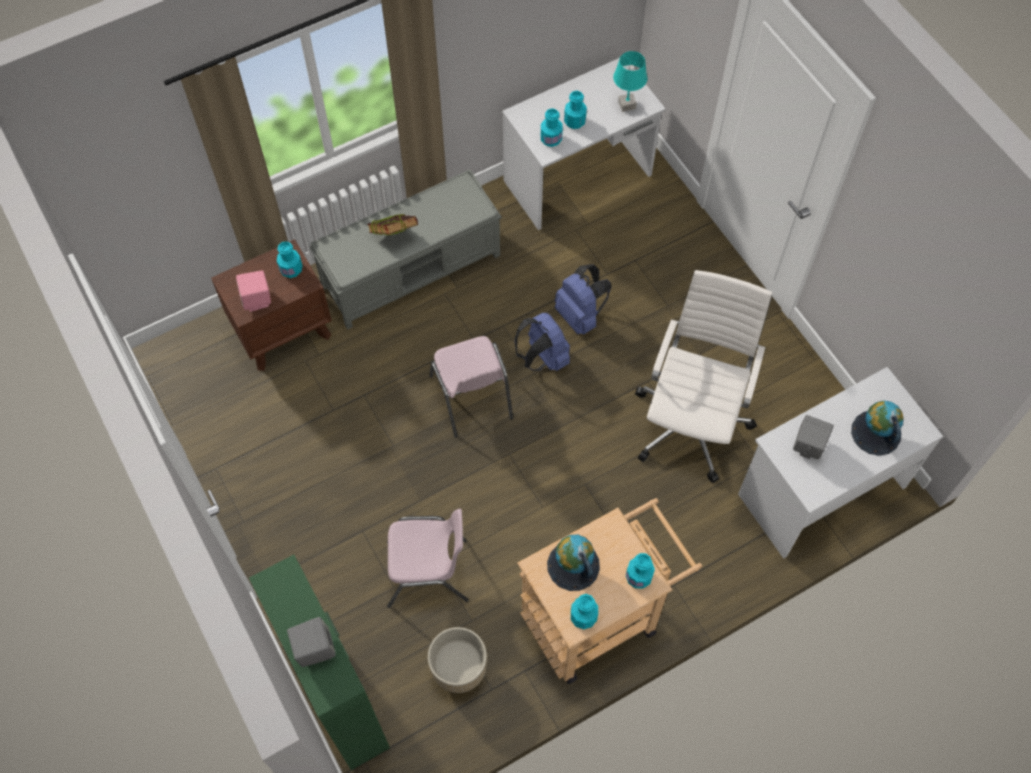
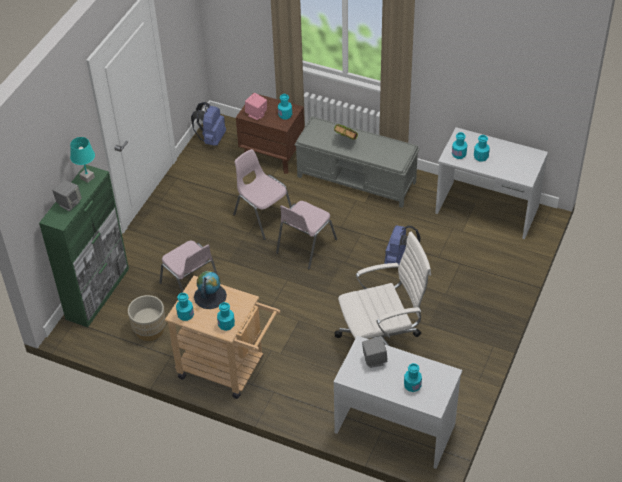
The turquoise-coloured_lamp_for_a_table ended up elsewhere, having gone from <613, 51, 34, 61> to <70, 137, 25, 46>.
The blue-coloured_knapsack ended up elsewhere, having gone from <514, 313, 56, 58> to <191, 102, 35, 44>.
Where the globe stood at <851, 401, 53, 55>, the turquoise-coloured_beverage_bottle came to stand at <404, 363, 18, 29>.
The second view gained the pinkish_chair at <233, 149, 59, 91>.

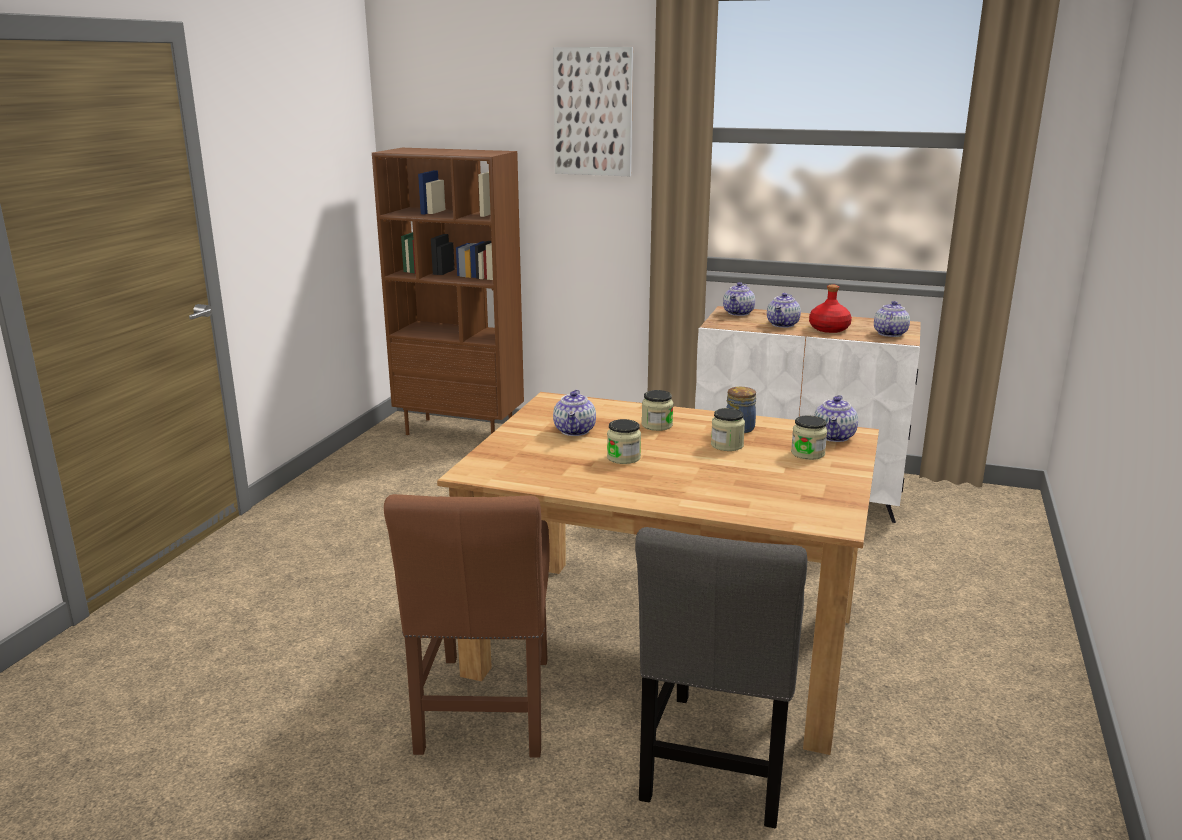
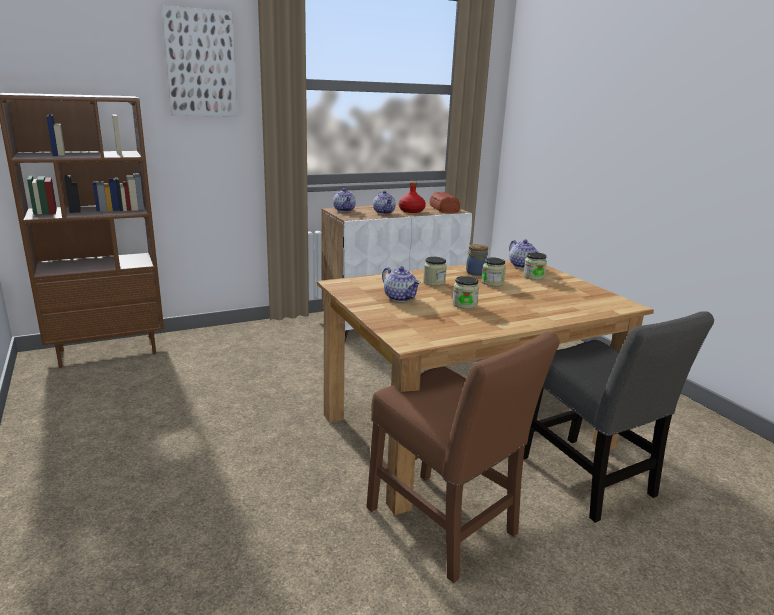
Where the tea_pot stood at <874, 301, 36, 36>, the bread came to stand at <430, 192, 30, 21>.

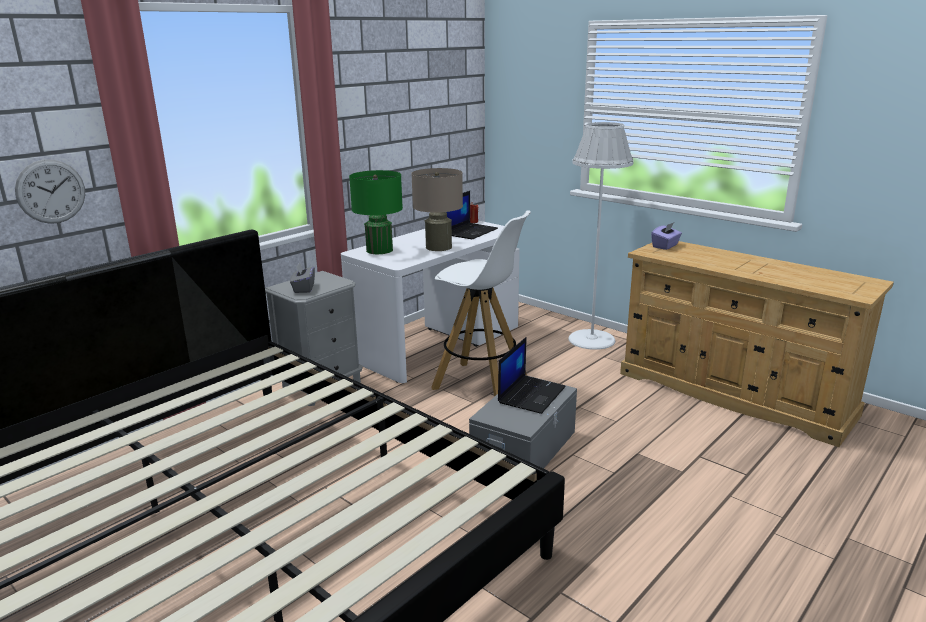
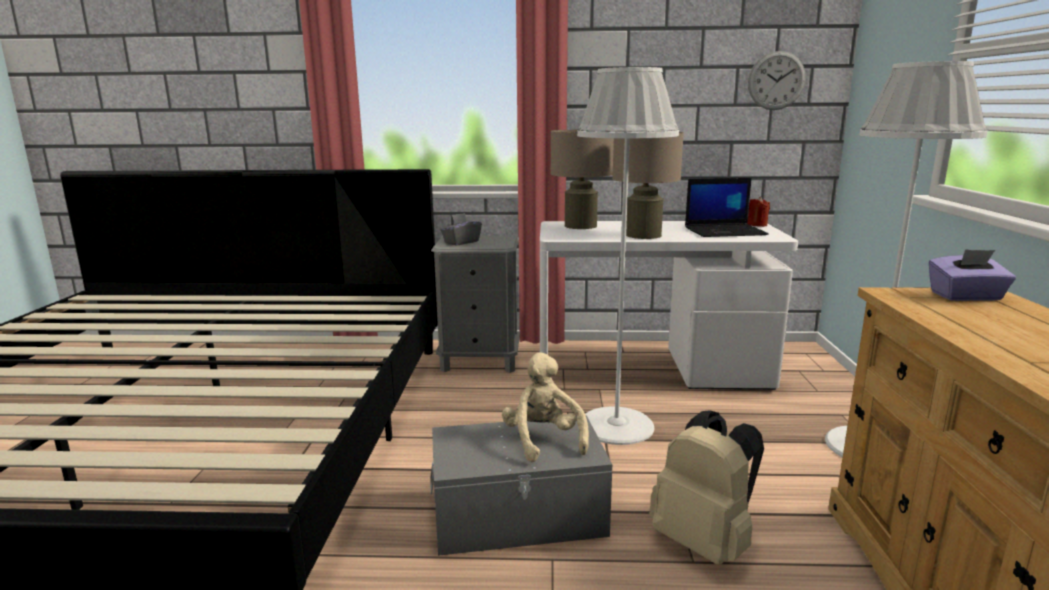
The hanging_clock ended up elsewhere, having gone from <15, 159, 70, 65> to <748, 51, 57, 59>.
What was the green-coloured_lamp_for_a_table at <349, 170, 54, 84> turned into the beige_lamp_for_a_table at <550, 130, 64, 99>.
Where the white_stool stood at <431, 210, 100, 187>, the white_standard_lamp came to stand at <577, 67, 102, 378>.
Where the portable_computer stood at <498, 337, 68, 77>, the beige_cuddly_toy came to stand at <502, 353, 87, 109>.
The second view gained the beige_knapsack at <649, 410, 115, 155>.

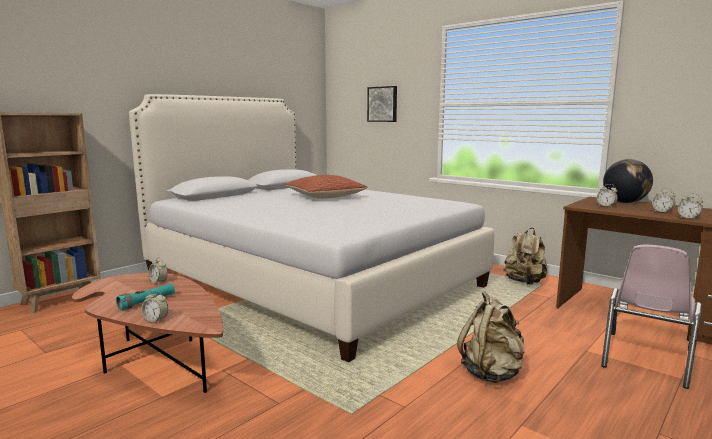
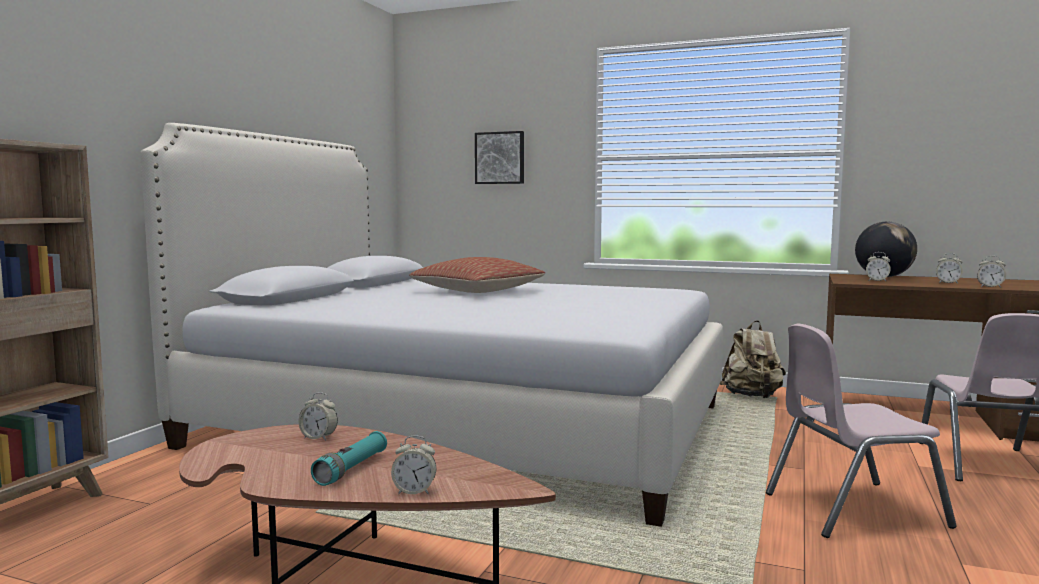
Where the beige_knapsack stood at <457, 291, 68, 92>, the pinkish_chair came to stand at <766, 324, 191, 214>.

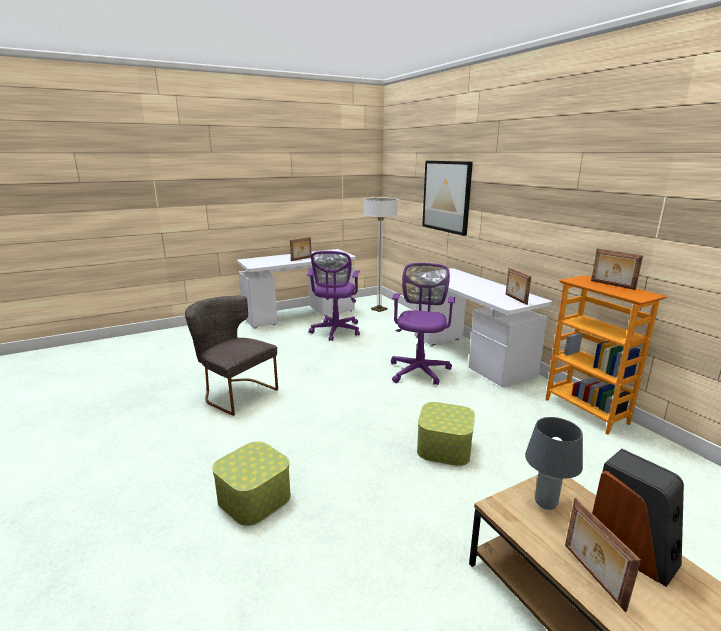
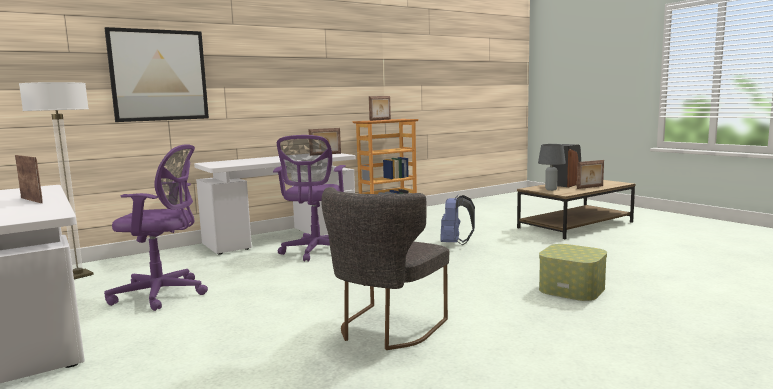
The purplish_office_chair at <391, 263, 64, 122> ended up facing another way, 90 degrees counterclockwise from before.
Where the storage_container stood at <417, 402, 58, 64>, the blue-coloured_knapsack came to stand at <440, 195, 35, 50>.

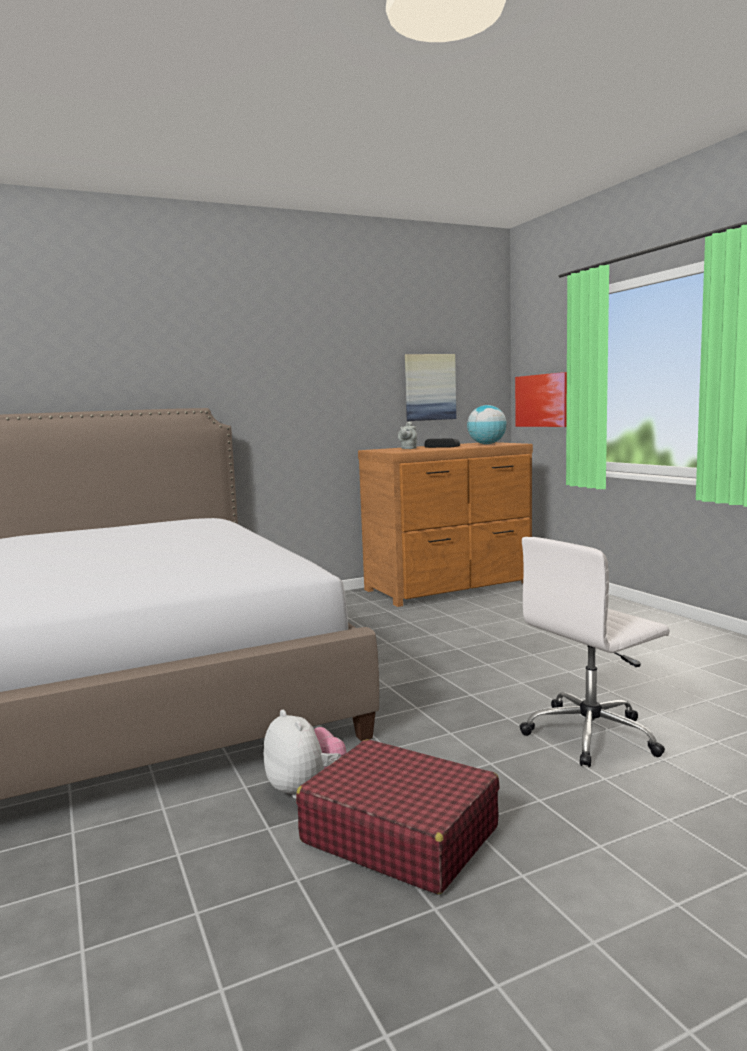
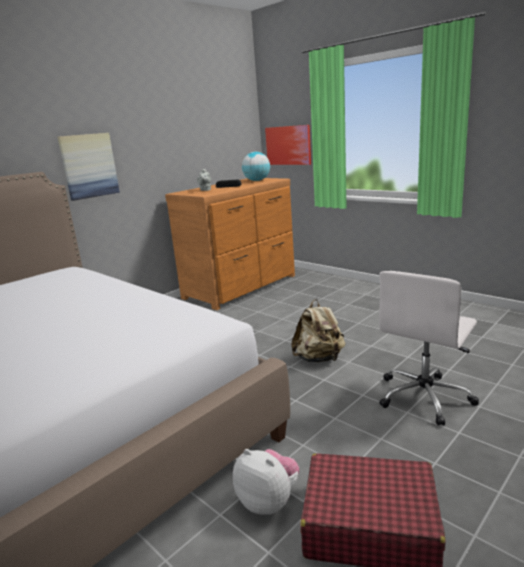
The wall_picture ended up elsewhere, having gone from <405, 354, 51, 67> to <58, 133, 62, 68>.
The second view gained the beige_knapsack at <291, 299, 54, 63>.

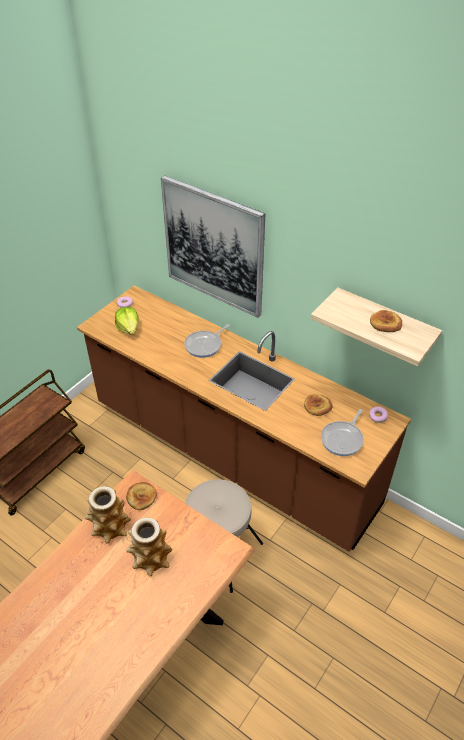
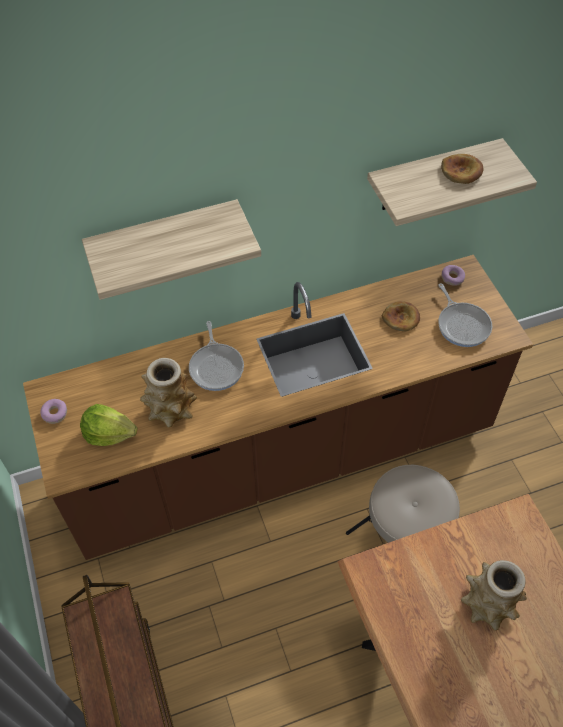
Where the wall_picture hung at <161, 175, 104, 143>, the shelf came to hang at <82, 199, 179, 101>.
The second view lost the bread at <126, 482, 31, 28>.
The flower_vase ended up elsewhere, having gone from <85, 486, 46, 58> to <140, 358, 57, 70>.

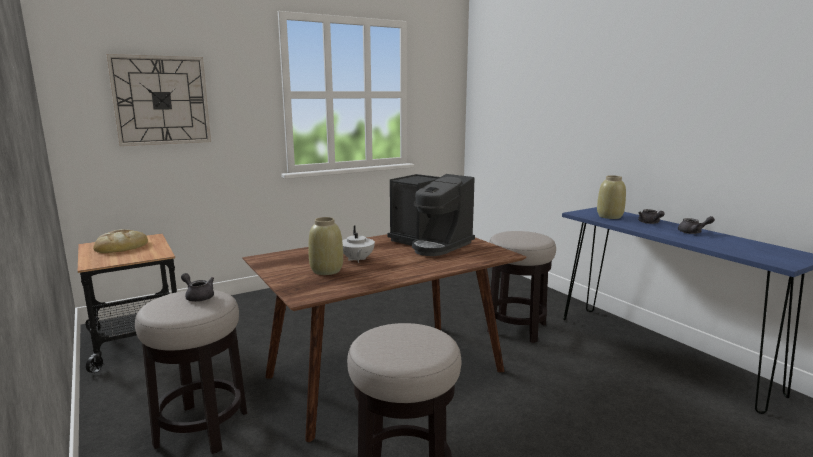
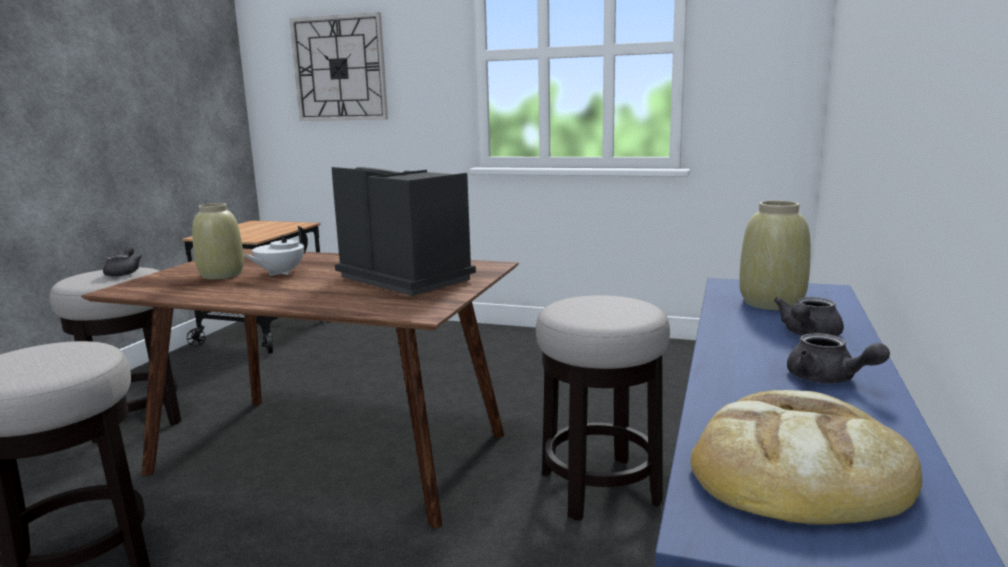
The coffee_brewer at <387, 174, 88, 82> ended up facing another way, 135 degrees clockwise from before.
The bread ended up elsewhere, having gone from <93, 229, 55, 24> to <690, 390, 232, 135>.

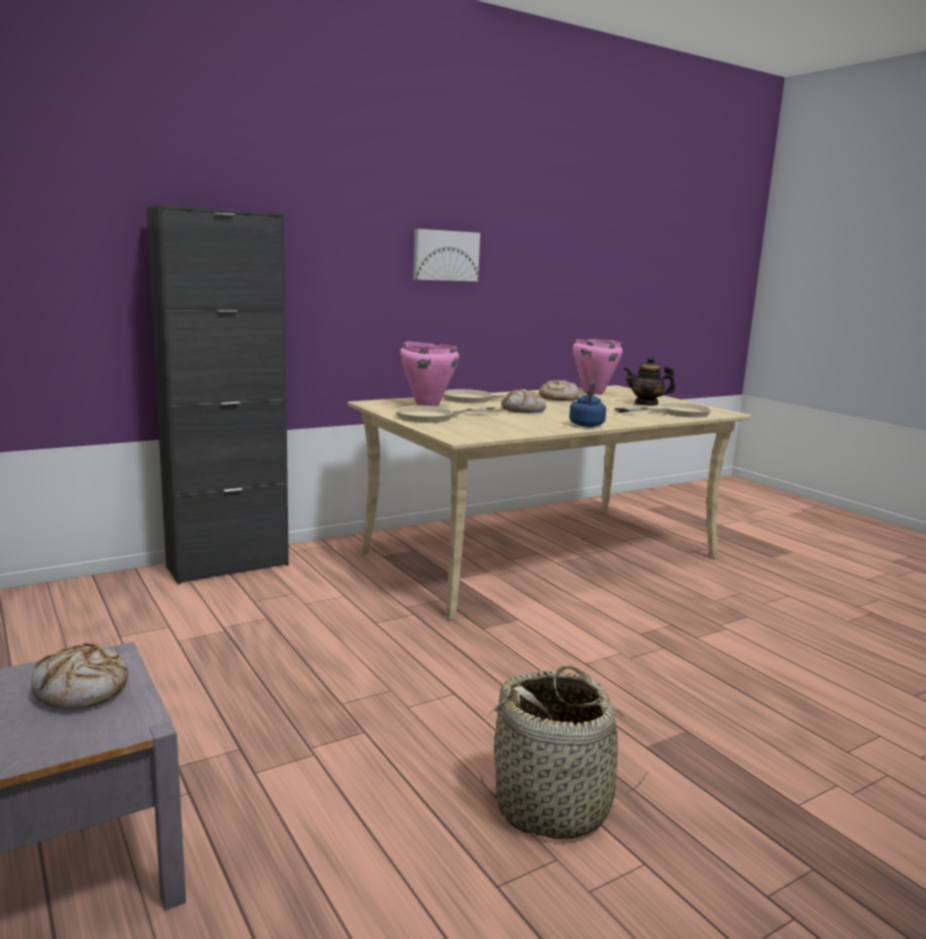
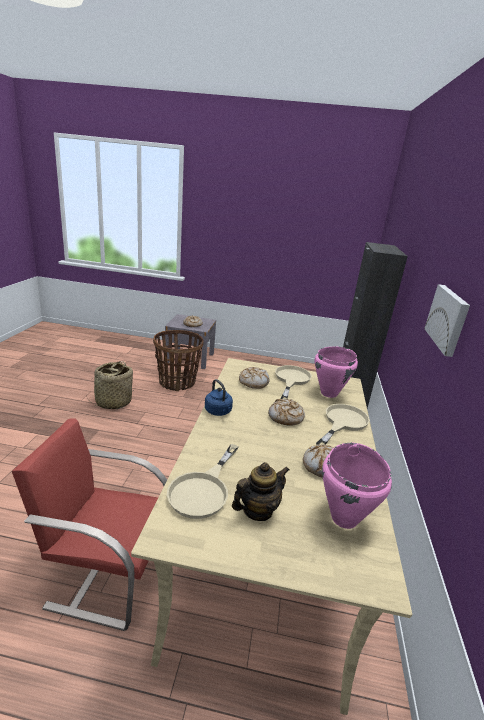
The second view gained the basket at <153, 330, 51, 61>.
The second view gained the bread at <239, 367, 30, 22>.
The second view gained the reddish_chair at <12, 418, 155, 213>.

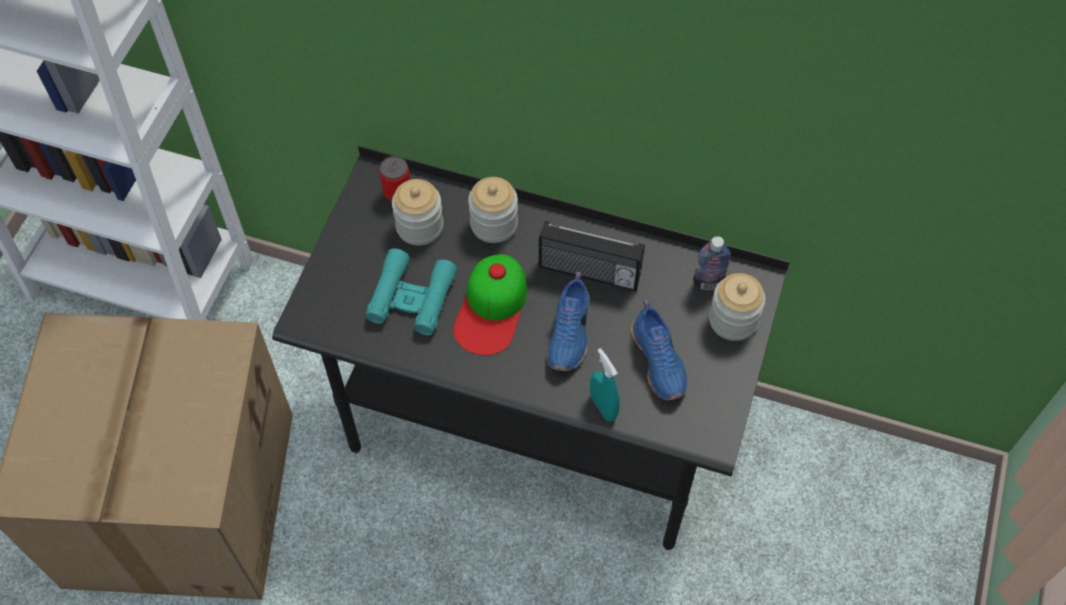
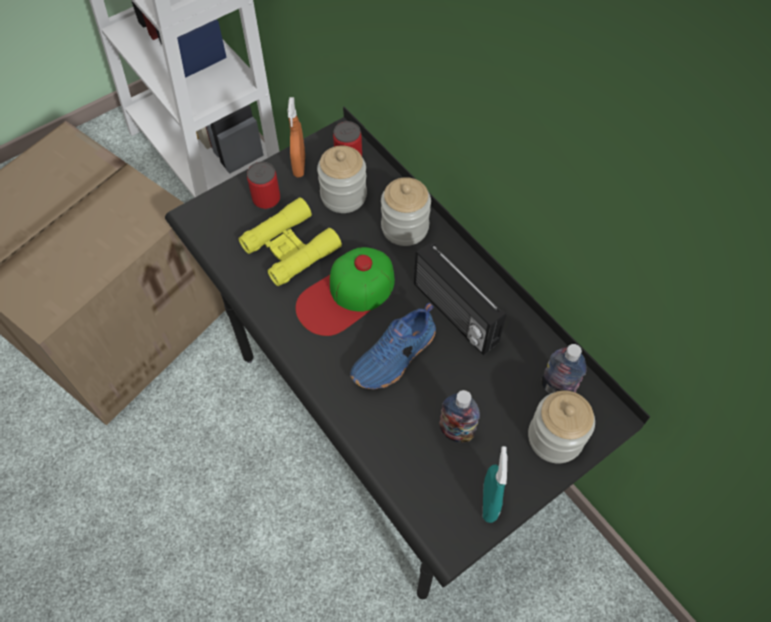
What was the turquoise-coloured_field_glasses at <365, 248, 92, 87> turned into the yellowish_field_glasses at <238, 197, 104, 89>.
Where the blue-coloured_low_shoe stood at <631, 300, 56, 100>, the beverage_bottle came to stand at <439, 390, 41, 52>.
The turquoise-coloured_sprayer ended up elsewhere, having gone from <590, 348, 30, 74> to <483, 446, 24, 77>.
The second view gained the orange-coloured_sprayer at <287, 97, 18, 80>.
The second view gained the metal_can at <247, 162, 33, 48>.

